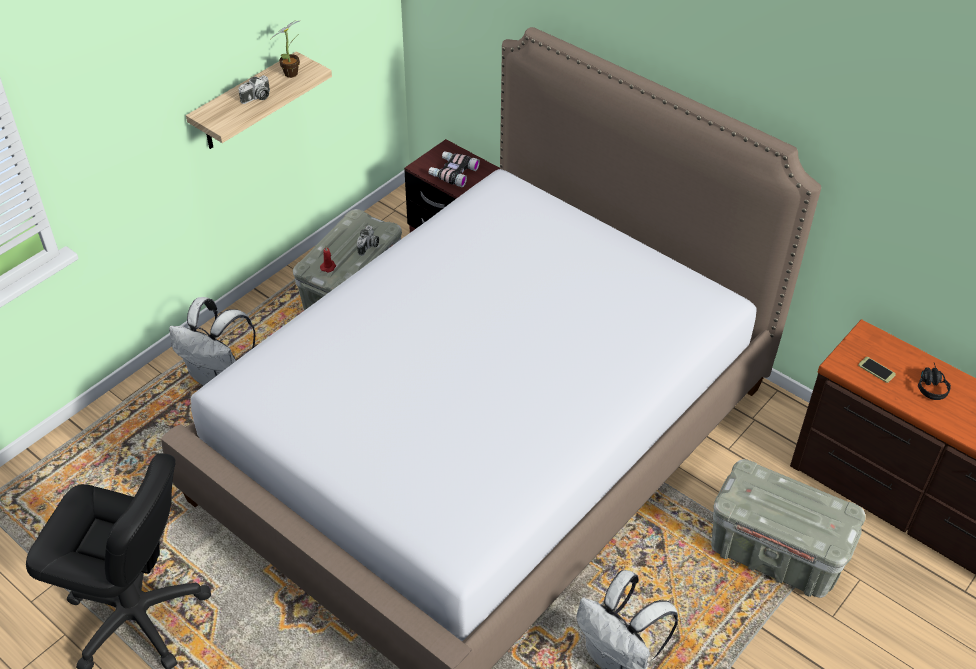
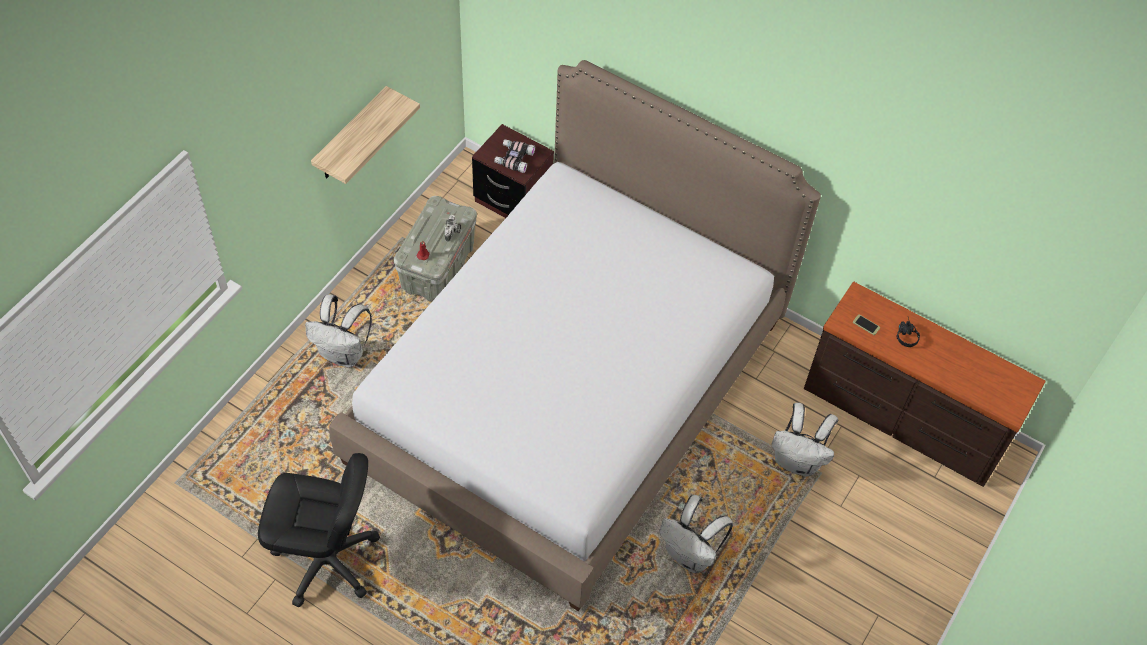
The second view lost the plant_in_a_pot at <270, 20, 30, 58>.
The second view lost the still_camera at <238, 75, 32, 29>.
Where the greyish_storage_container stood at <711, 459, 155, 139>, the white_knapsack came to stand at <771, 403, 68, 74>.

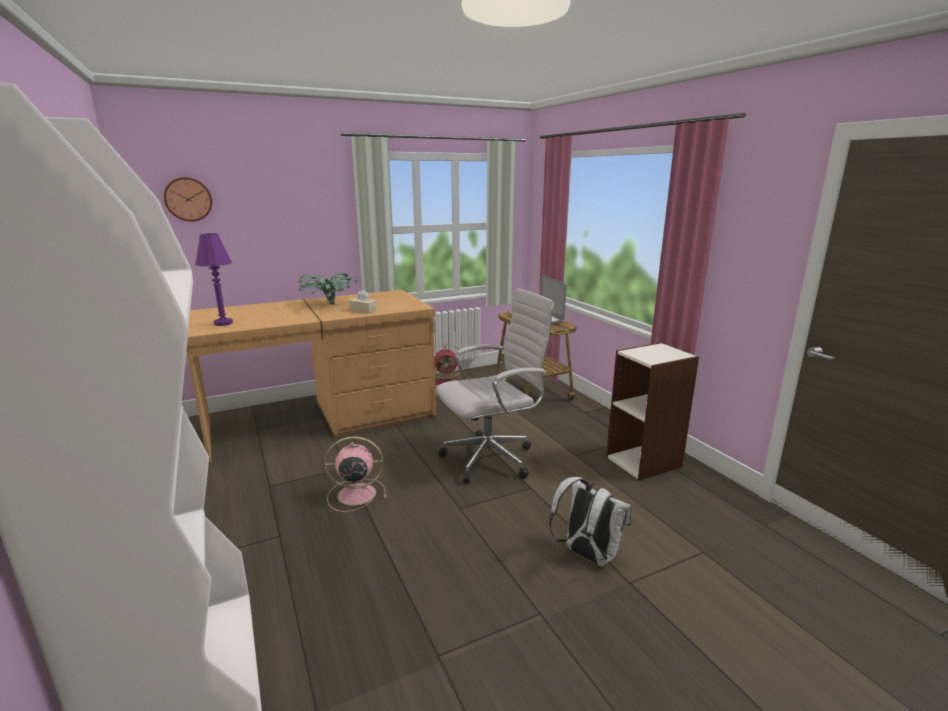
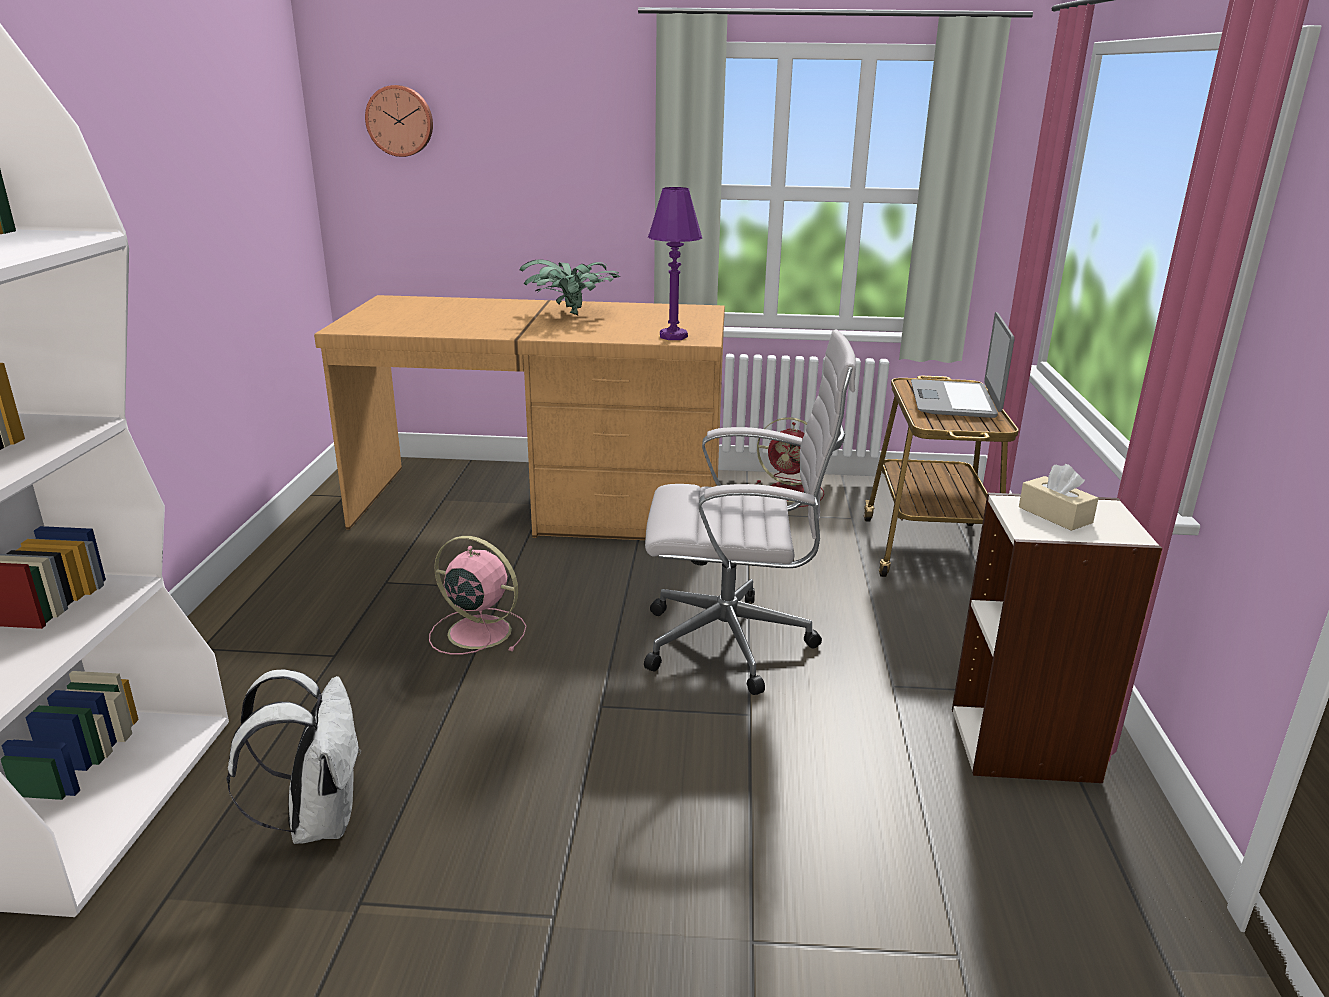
The purplish_lamp_for_a_table ended up elsewhere, having gone from <195, 233, 38, 93> to <648, 187, 54, 153>.
The beige_tissue_box ended up elsewhere, having gone from <349, 290, 28, 23> to <1019, 464, 80, 67>.
The white_knapsack ended up elsewhere, having gone from <549, 477, 83, 89> to <226, 669, 135, 175>.

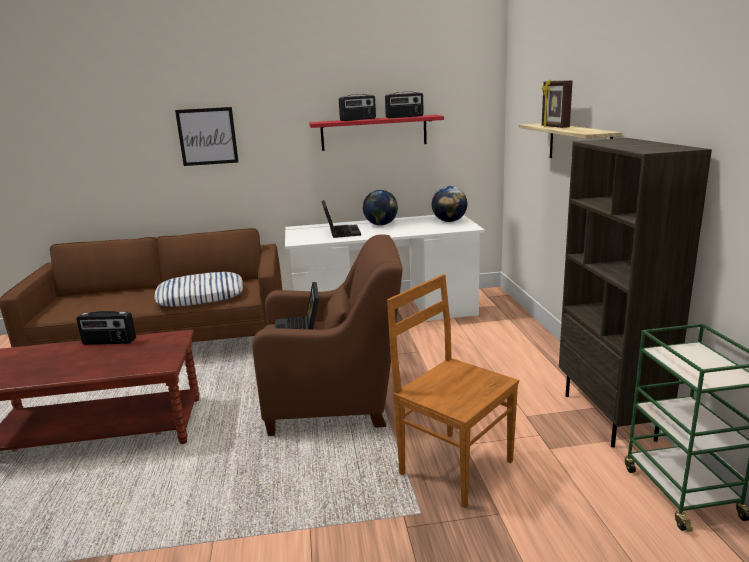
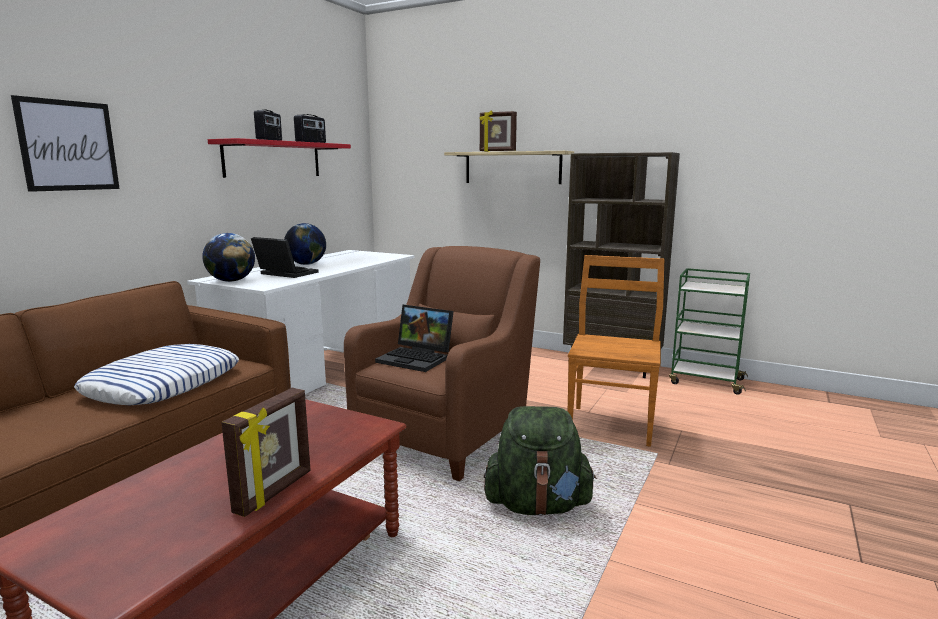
The globe ended up elsewhere, having gone from <432, 186, 35, 36> to <202, 233, 53, 49>.
The brown-coloured_chair at <387, 274, 132, 234> ended up facing another way, 120 degrees clockwise from before.
The second view lost the radio_receiver at <76, 311, 60, 34>.
The second view gained the photo_frame at <221, 388, 90, 129>.
The second view gained the green-coloured_knapsack at <484, 406, 113, 110>.

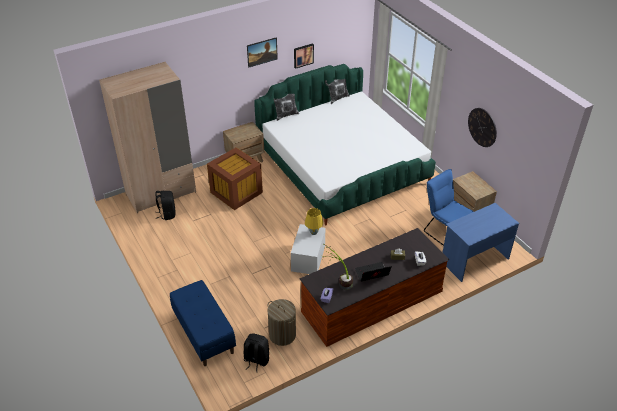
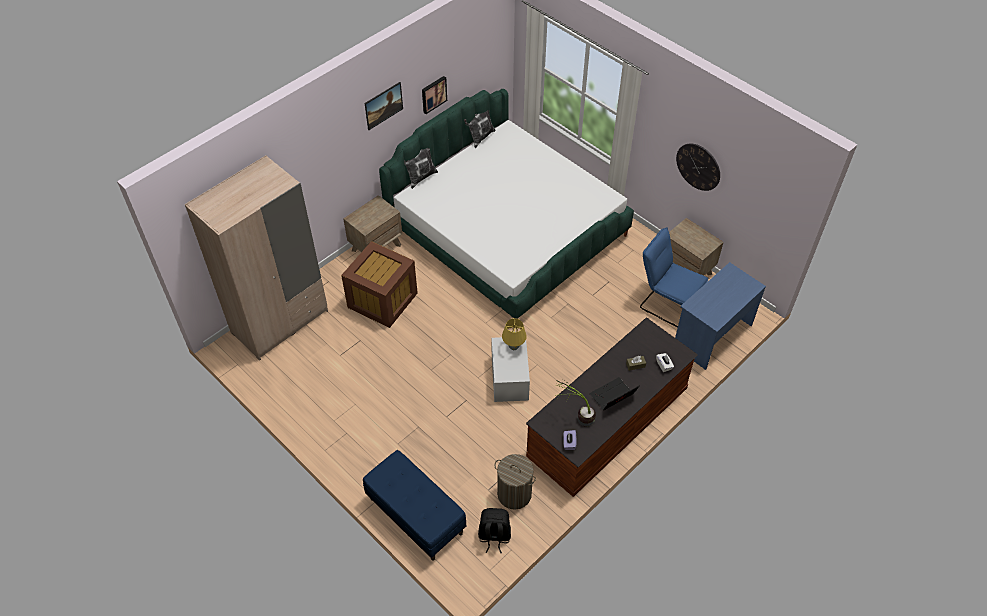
The second view lost the black-coloured_knapsack at <155, 191, 21, 29>.

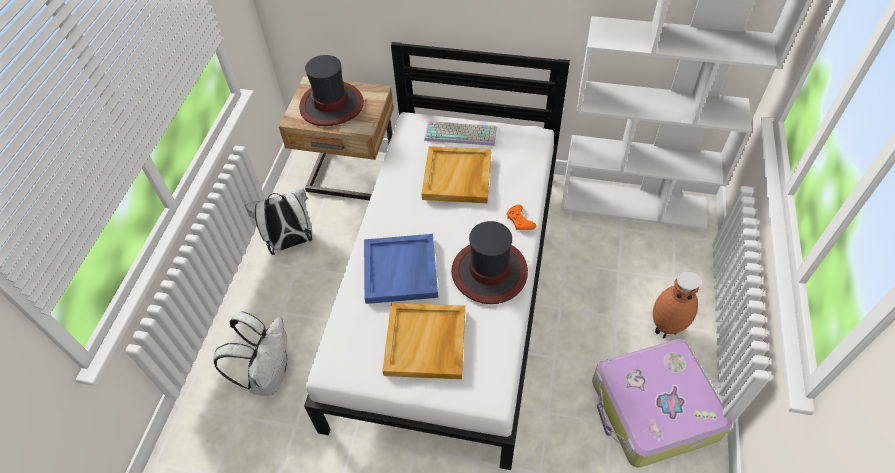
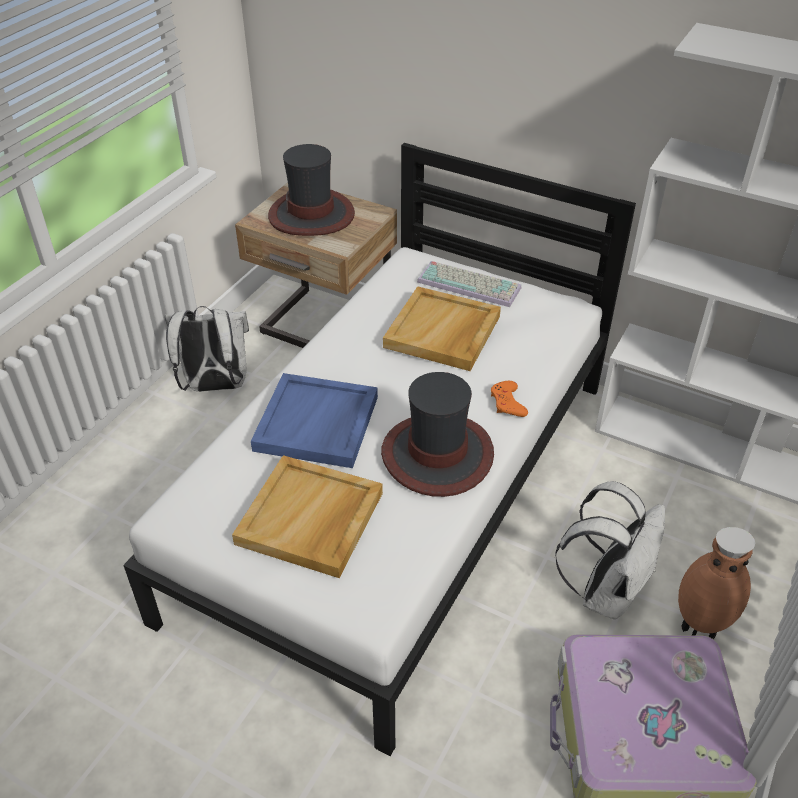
The white_knapsack ended up elsewhere, having gone from <213, 311, 75, 85> to <555, 481, 110, 139>.

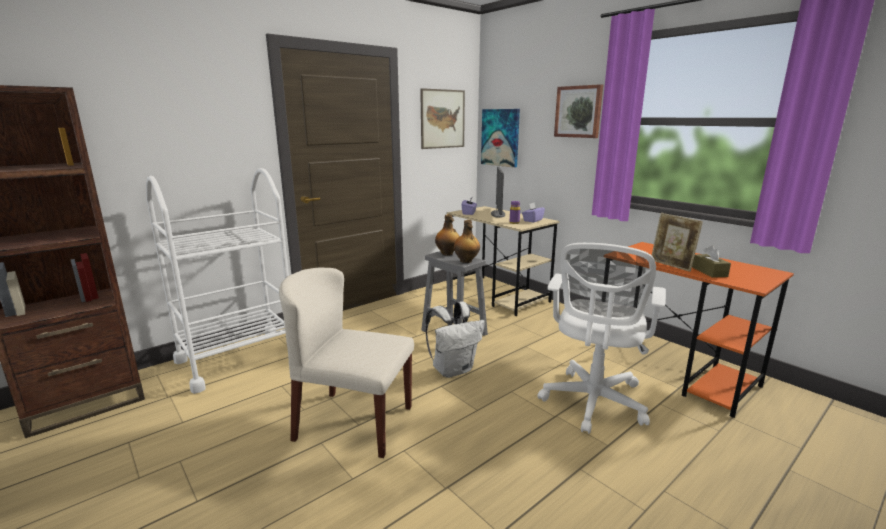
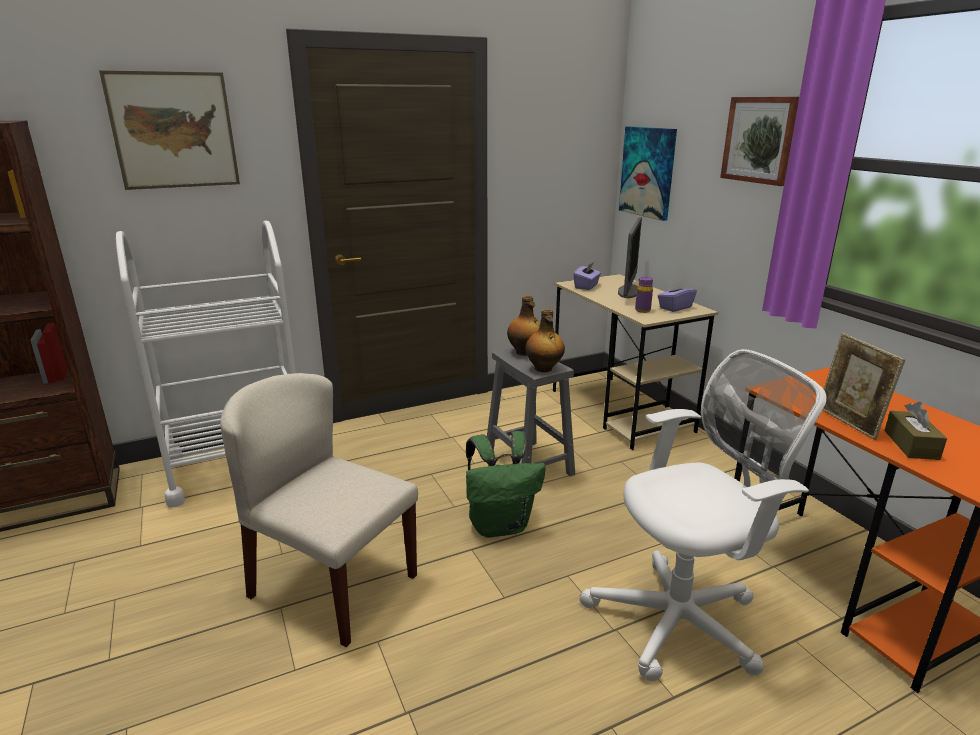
The wall_picture ended up elsewhere, having gone from <420, 88, 45, 61> to <99, 70, 141, 120>.
The white_office_chair at <537, 243, 129, 191> ended up facing another way, 150 degrees counterclockwise from before.
What was the white_knapsack at <425, 301, 60, 77> turned into the green-coloured_knapsack at <466, 431, 80, 107>.

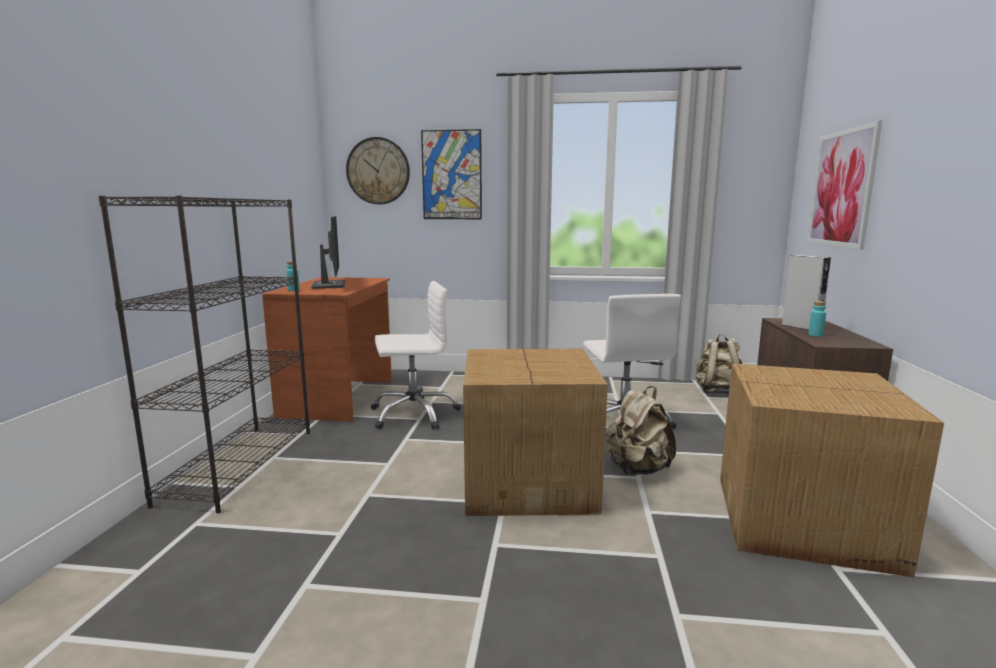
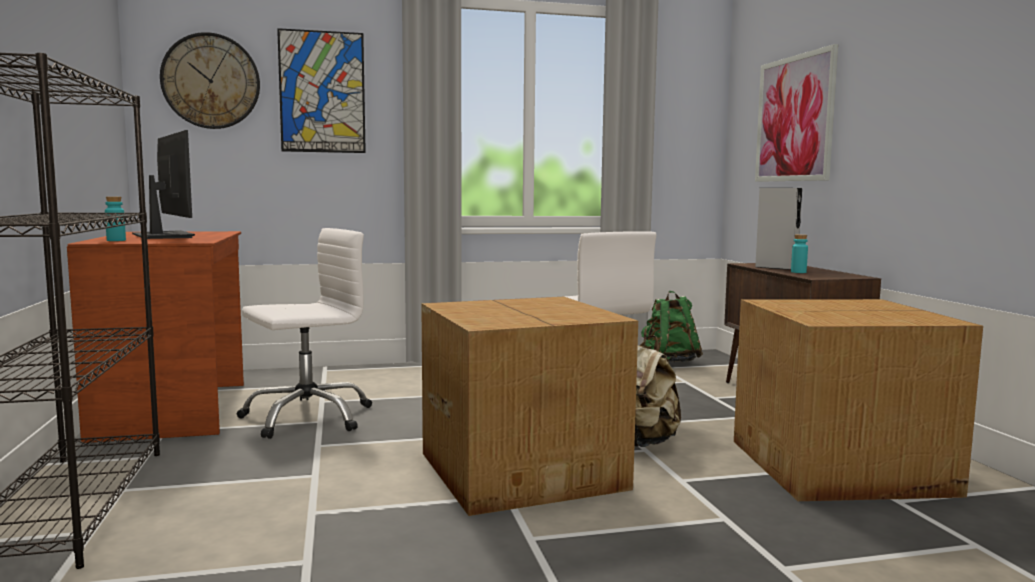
What was the beige_knapsack at <696, 334, 46, 60> turned into the green-coloured_knapsack at <641, 291, 62, 71>.

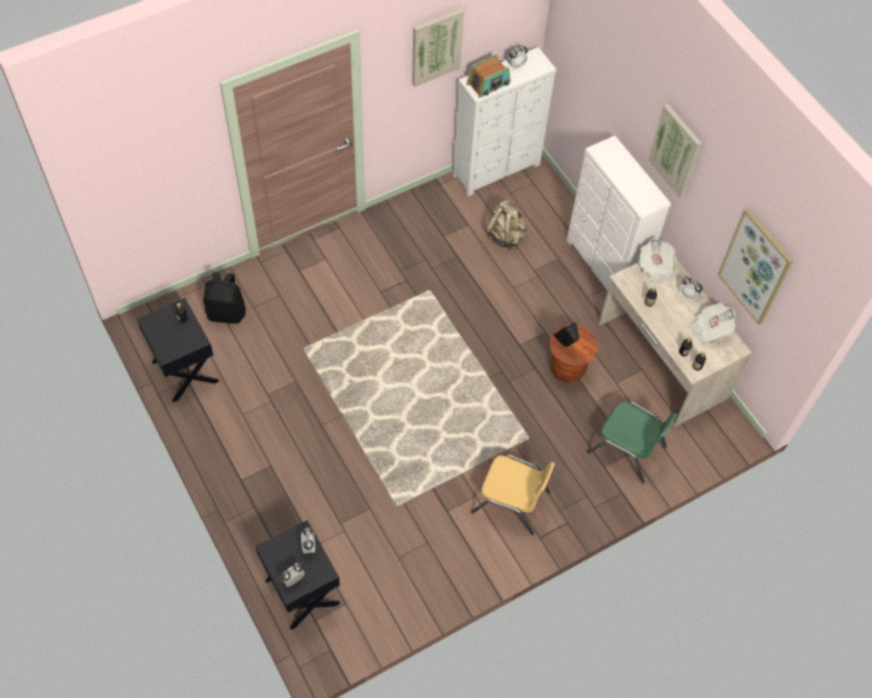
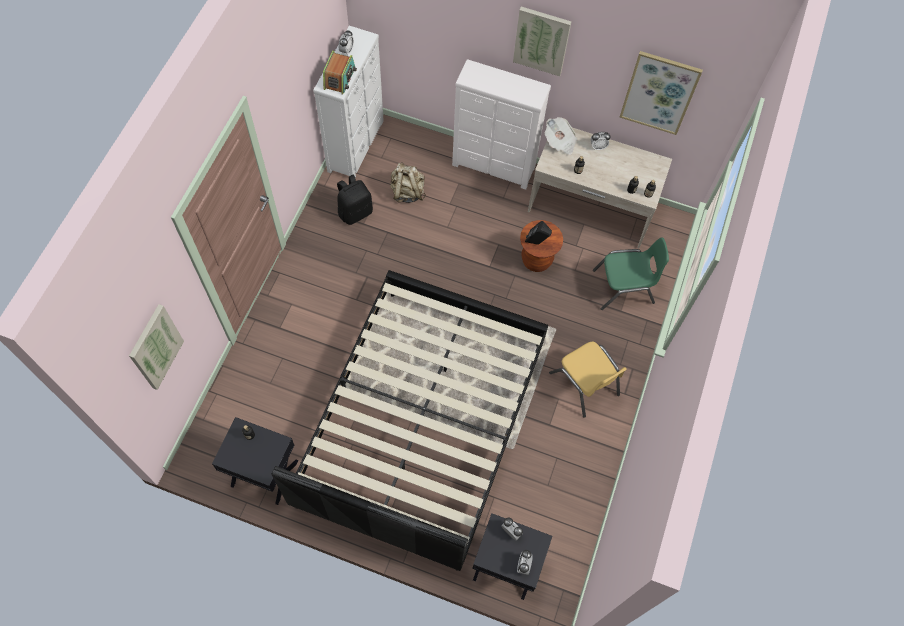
The wall_picture ended up elsewhere, having gone from <412, 9, 52, 78> to <129, 304, 55, 86>.
The black-coloured_knapsack ended up elsewhere, having gone from <203, 272, 43, 52> to <337, 174, 36, 51>.
The second view lost the newspaper at <689, 303, 47, 42>.
The yellowish_chair at <471, 454, 84, 81> ended up facing another way, 75 degrees clockwise from before.
The second view gained the black-coloured_bed at <272, 270, 276, 301>.

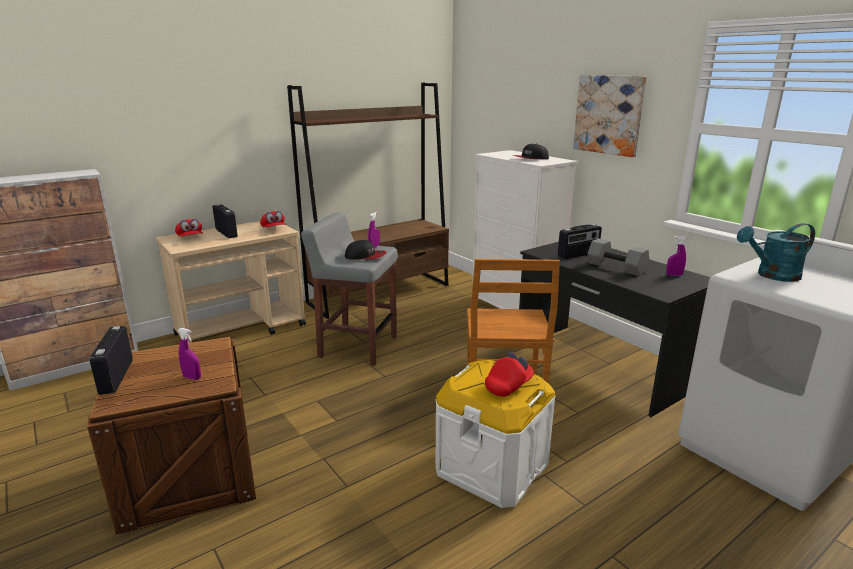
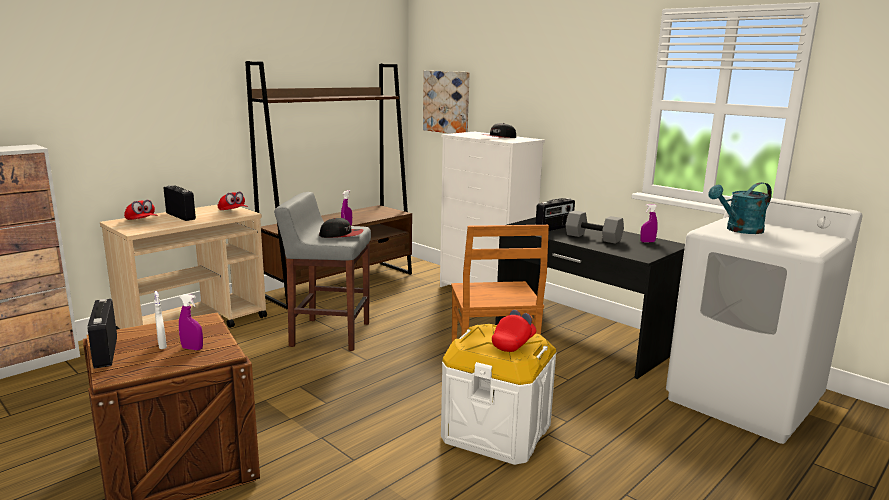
The wall_picture ended up elsewhere, having gone from <573, 75, 73, 82> to <423, 71, 47, 63>.
The second view gained the white_sprayer at <154, 291, 13, 58>.

